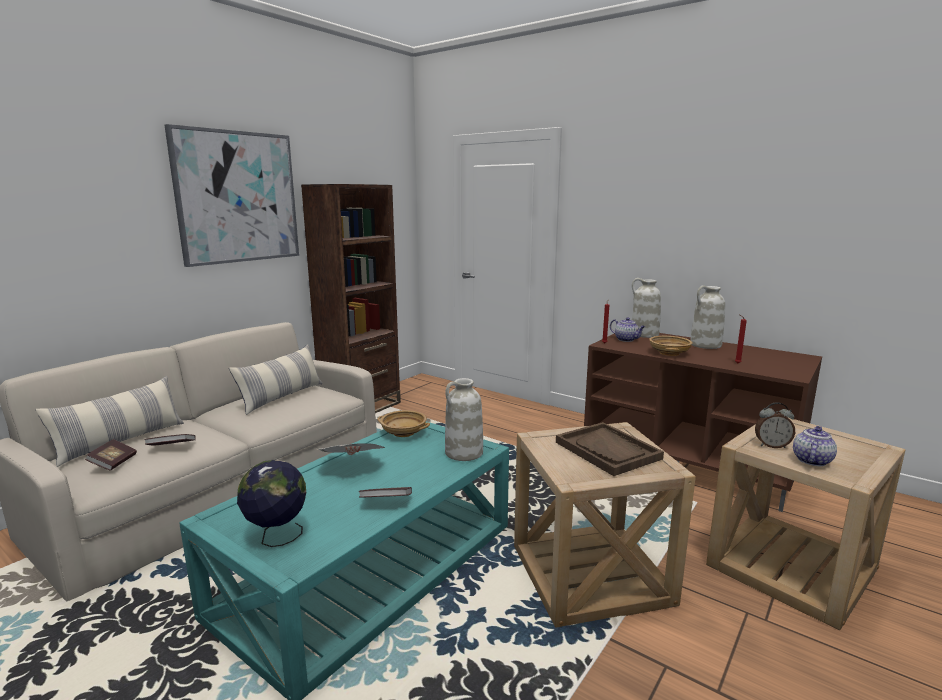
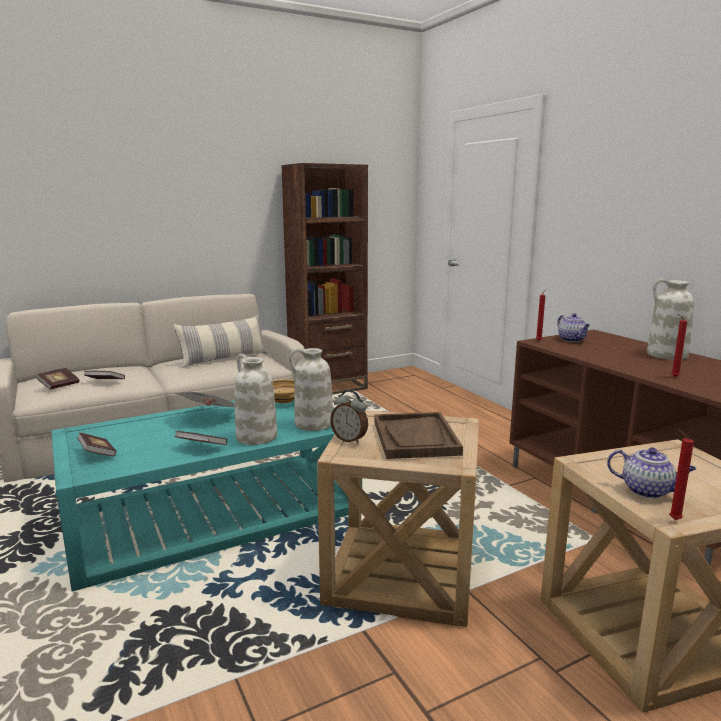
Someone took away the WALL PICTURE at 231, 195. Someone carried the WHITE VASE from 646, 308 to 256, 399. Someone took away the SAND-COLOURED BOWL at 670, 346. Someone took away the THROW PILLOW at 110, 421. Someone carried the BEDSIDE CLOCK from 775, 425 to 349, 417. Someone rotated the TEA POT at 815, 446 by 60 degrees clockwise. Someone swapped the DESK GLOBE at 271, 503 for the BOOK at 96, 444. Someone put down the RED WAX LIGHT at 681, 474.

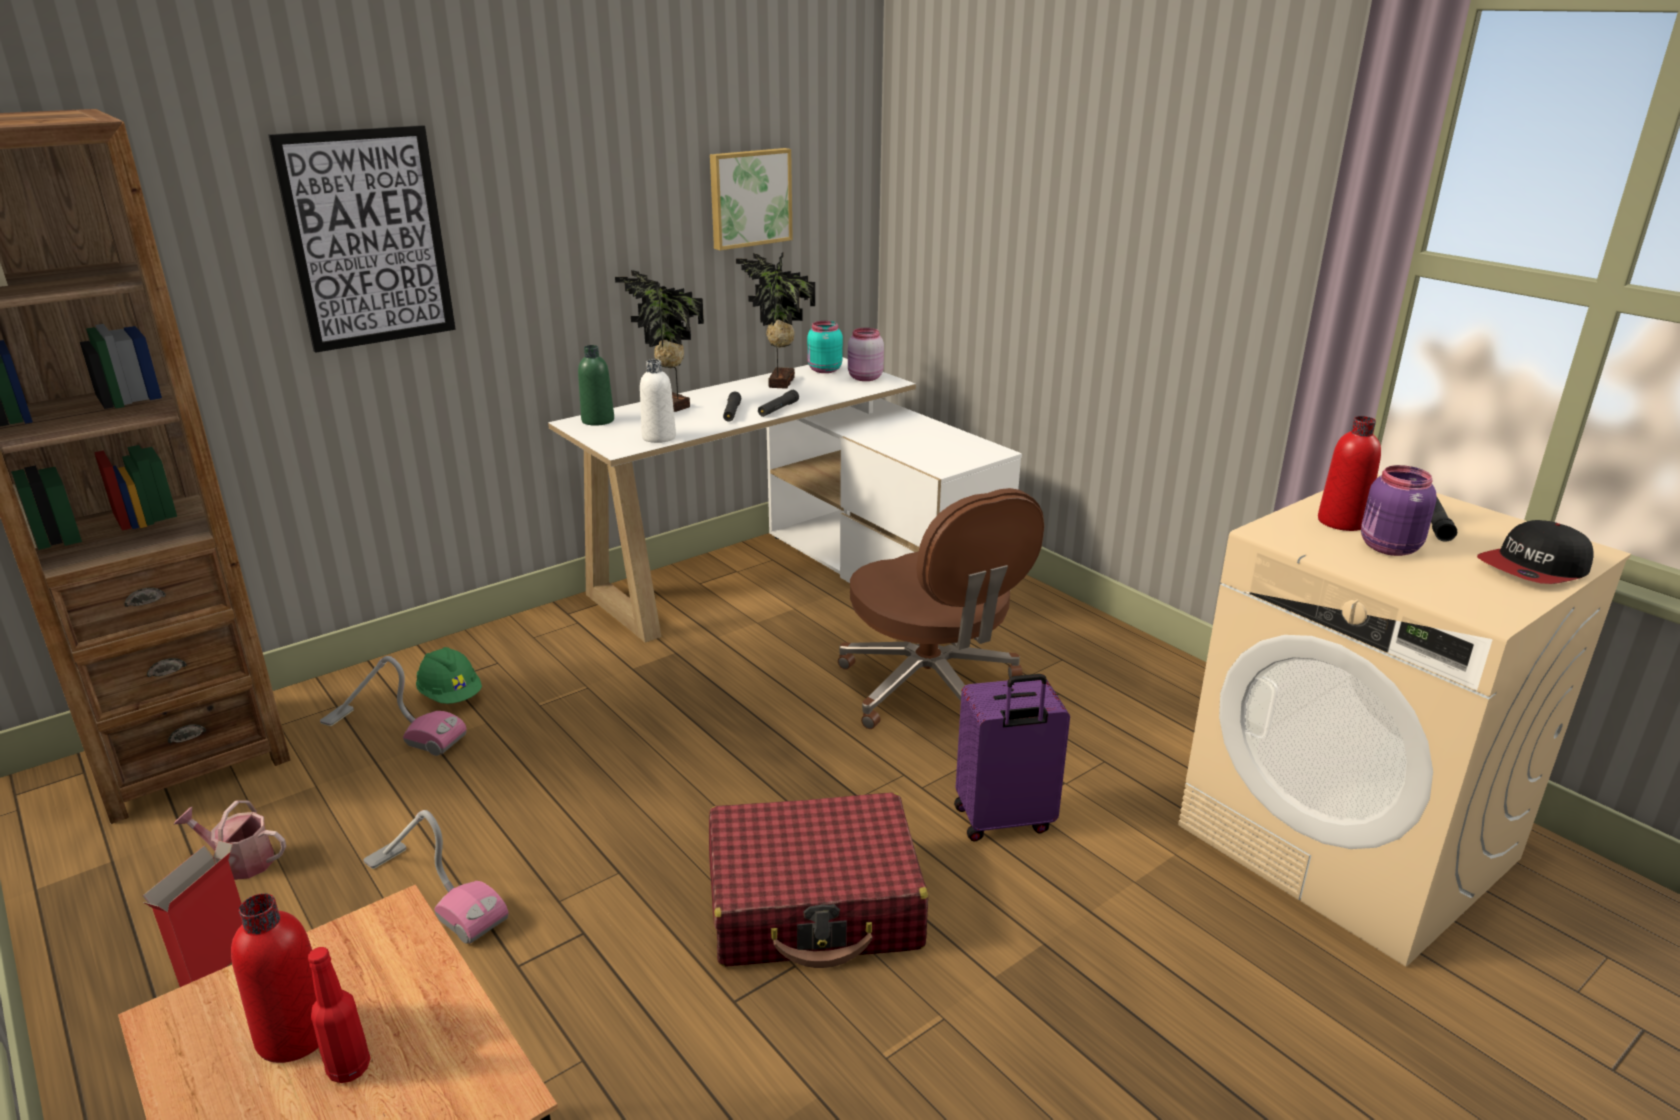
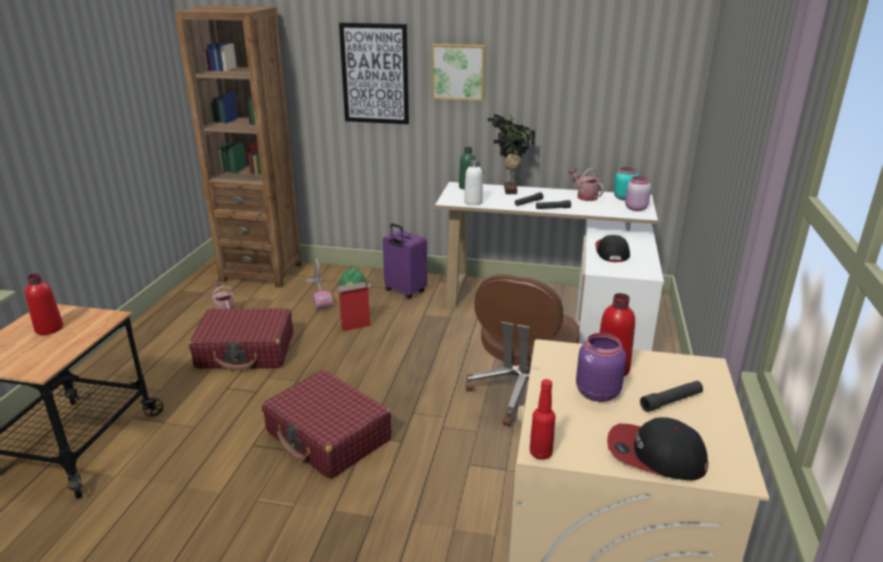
Someone carried the WALL PICTURE from 751, 199 to 458, 72. Someone swapped the HOUSEPLANT at 775, 321 for the WATERING POT at 586, 184. Someone carried the PURPLISH SUITCASE from 1012, 757 to 405, 261. Someone swapped the VACUUM CLEANER at 435, 877 for the RED SUITCASE at 241, 339. Someone carried the PACKING BOX from 192, 913 to 354, 306. Someone carried the RED DRINK BOTTLE from 339, 1015 to 543, 419. Someone put down the BASEBALL CAP at 612, 248.

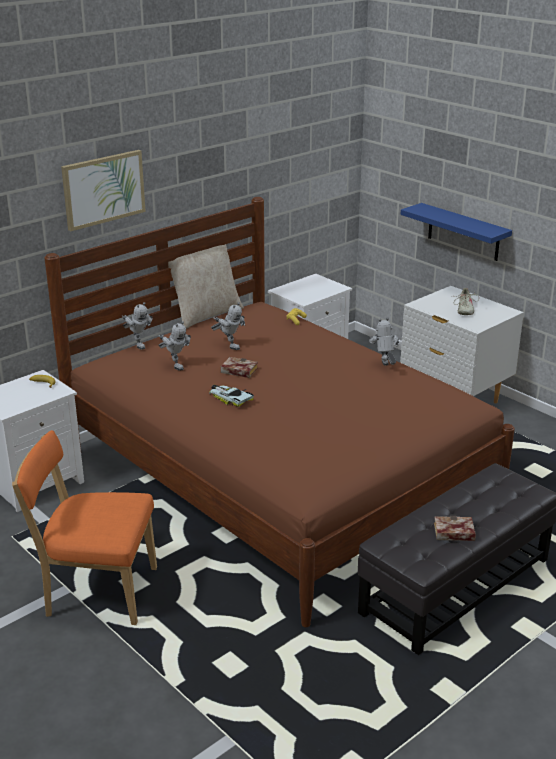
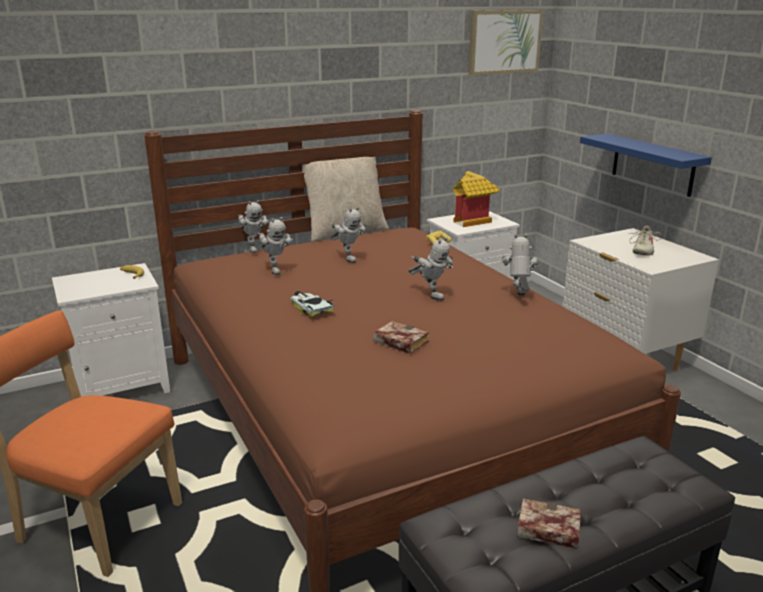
Someone carried the WALL PICTURE from 103, 190 to 506, 42. Someone carried the BOOK from 239, 367 to 401, 337. Someone put down the MINIATURE HOUSE at 476, 199. Someone put down the MODEL ROBOT at 430, 269.

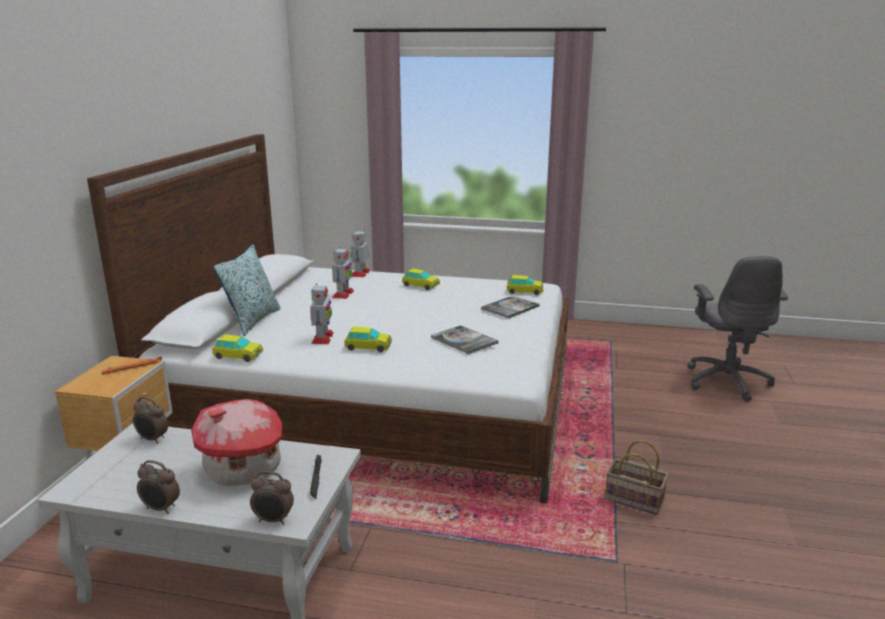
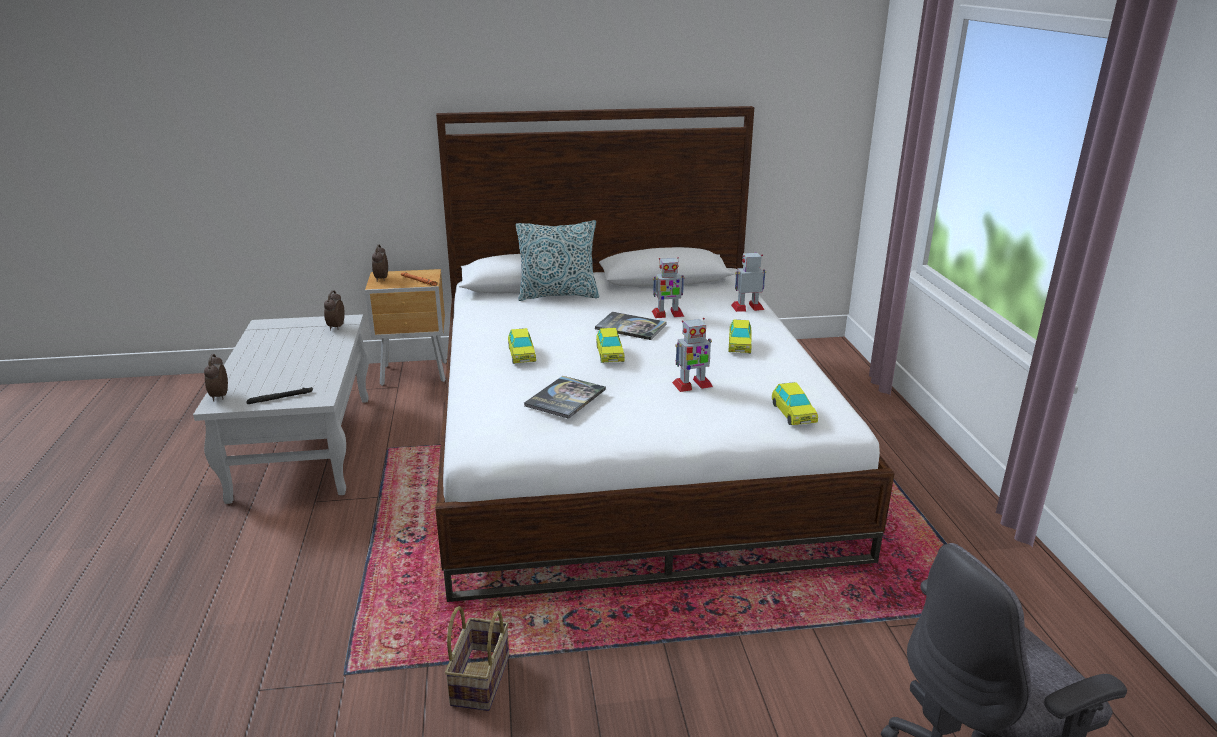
Someone carried the MODEL ROBOT from 322, 313 to 692, 355. Someone carried the BOOK from 510, 307 to 630, 326. Someone carried the TOY CAR from 237, 348 to 610, 345. Someone took away the MINIATURE HOUSE at 236, 442. Someone carried the BEDSIDE CLOCK from 158, 487 to 380, 263.

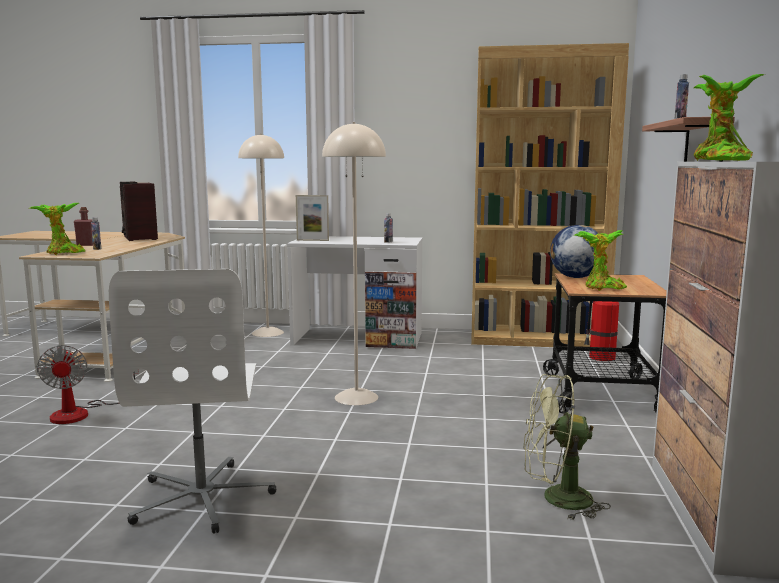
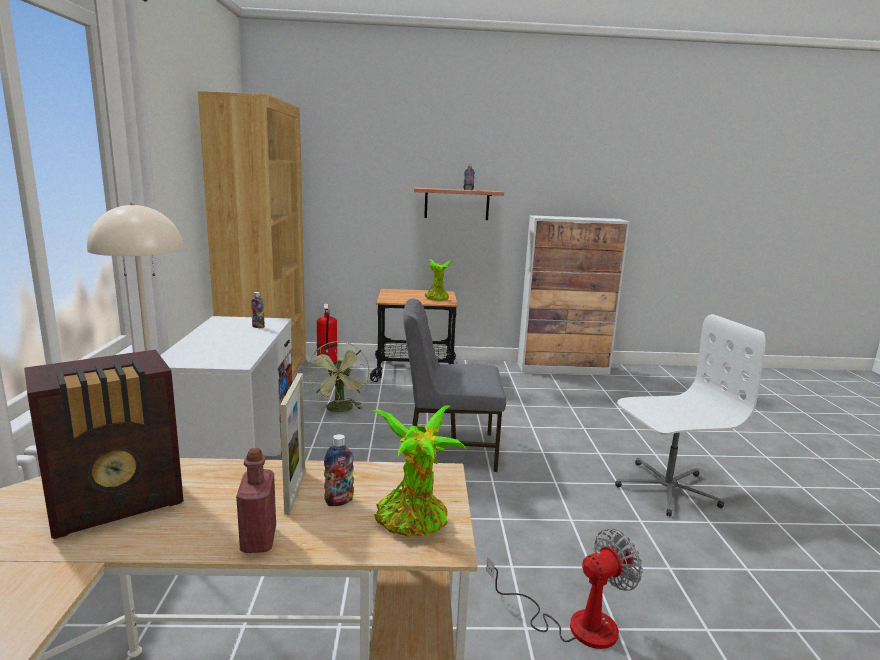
Someone took away the HOUSEPLANT at 730, 117. Someone swapped the SAND-COLOURED STANDING LAMP at 354, 263 for the GREYISH CHAIR at 454, 385. Someone carried the PHOTO FRAME from 312, 218 to 292, 444. Someone took away the DESK GLOBE at 574, 251. Someone carried the GREEN-COLOURED FAN from 567, 447 to 338, 376.

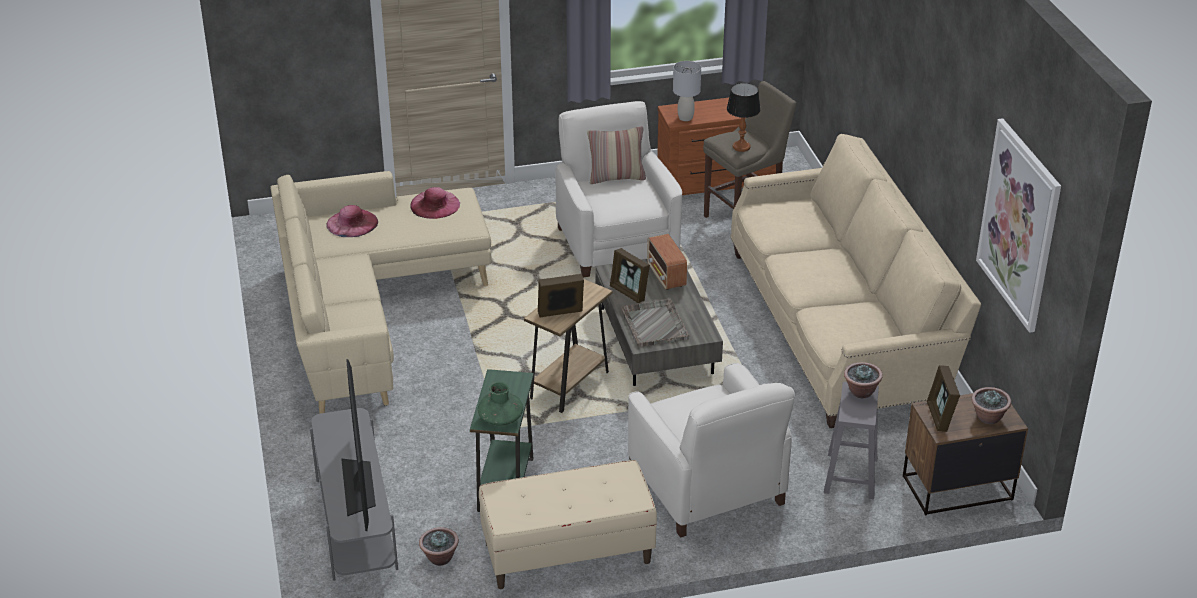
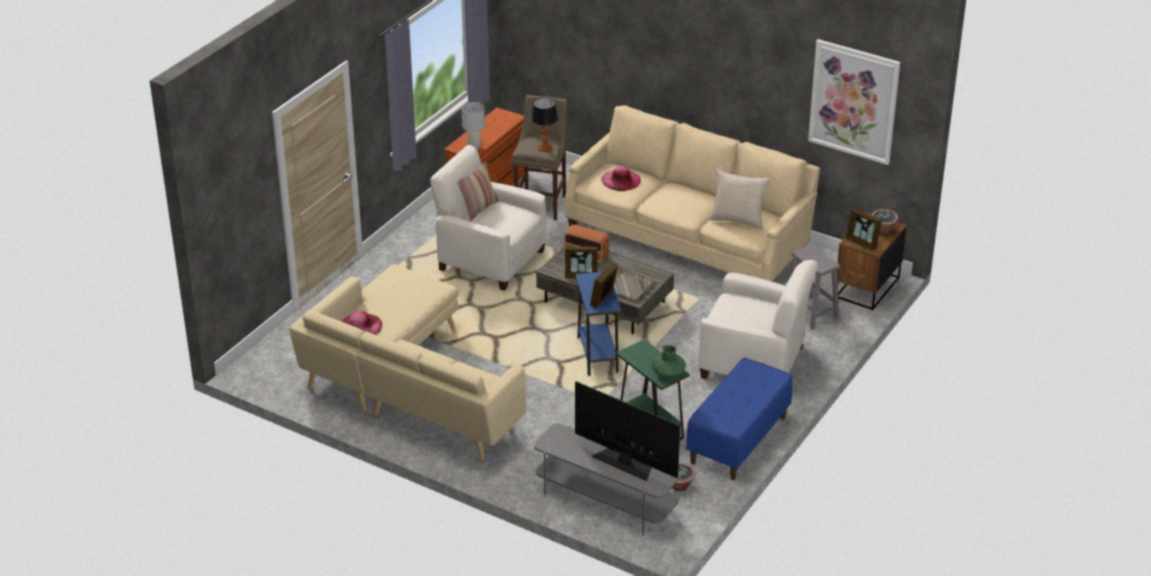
Someone carried the PINK HAT from 435, 203 to 621, 178. Someone repainted the BROWN-COLOURED END TABLE at 568, 346, which became the BLUE END TABLE at 599, 324. Someone took away the HOUSEPLANT at 863, 380. Someone repainted the SAND-COLOURED LONG SEAT at 568, 524, which became the BLUE LONG SEAT at 739, 419. Someone put down the SAND-COLOURED THROW PILLOW at 739, 199.

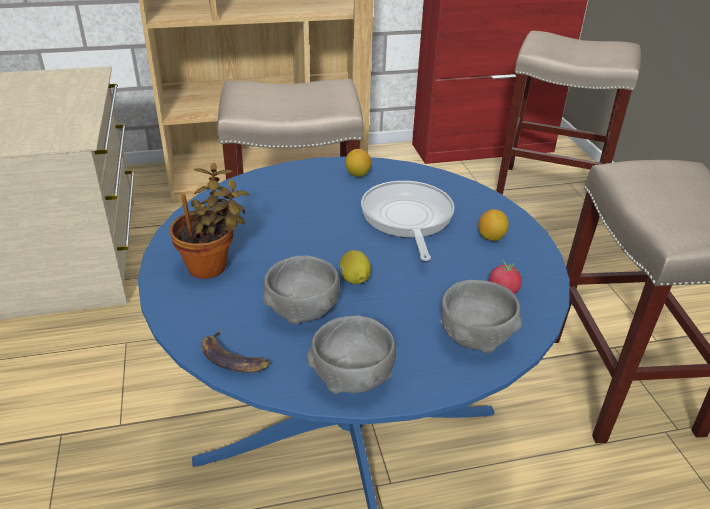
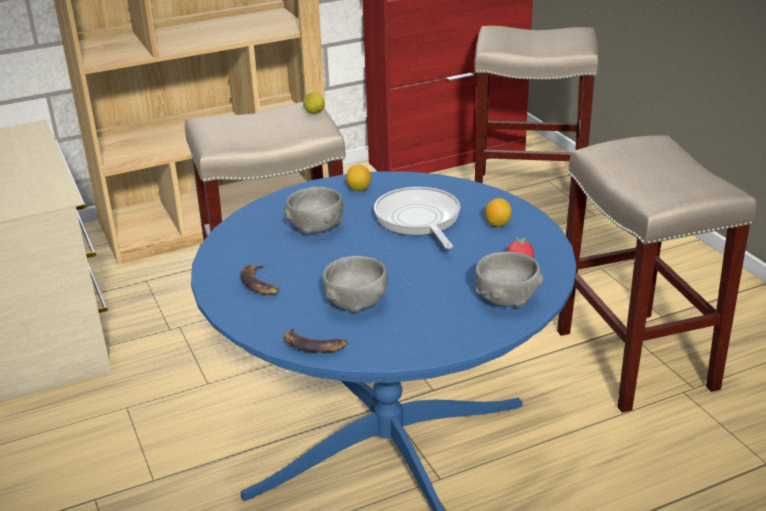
Someone swapped the HOUSEPLANT at 209, 221 for the WHOLE BANANA at 259, 279. Someone carried the LEMON from 355, 267 to 314, 103. Someone carried the GREYISH BOWL from 351, 354 to 313, 210.

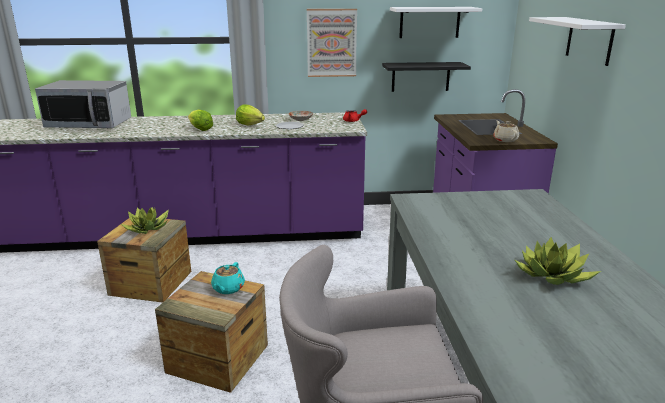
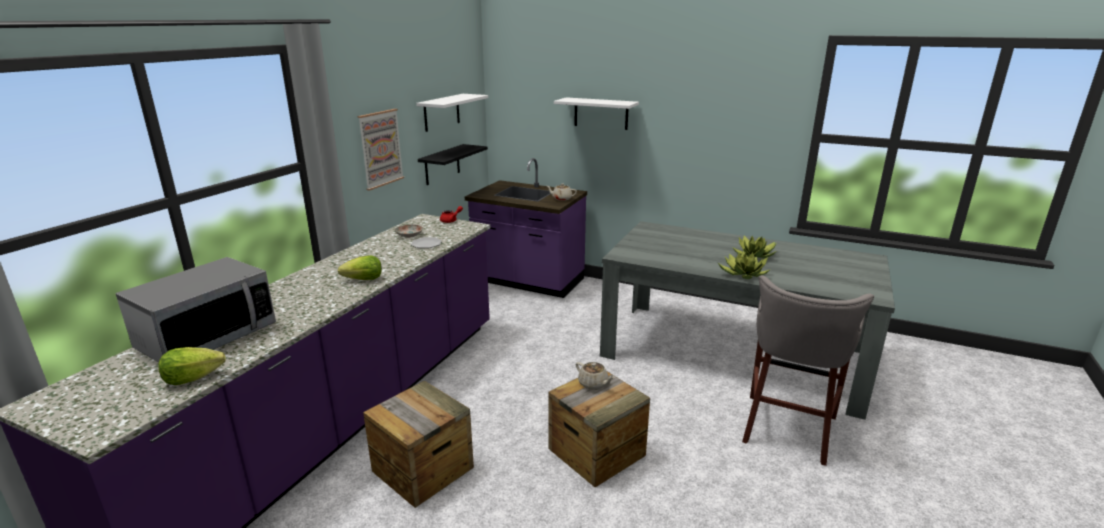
Someone carried the LETTUCE HEAD from 250, 115 to 192, 366. Someone carried the HOUSEPLANT from 145, 220 to 744, 265. Someone repainted the TURQUOISE TEA POT at 228, 278, which became the SAND-COLOURED TEA POT at 595, 376.

